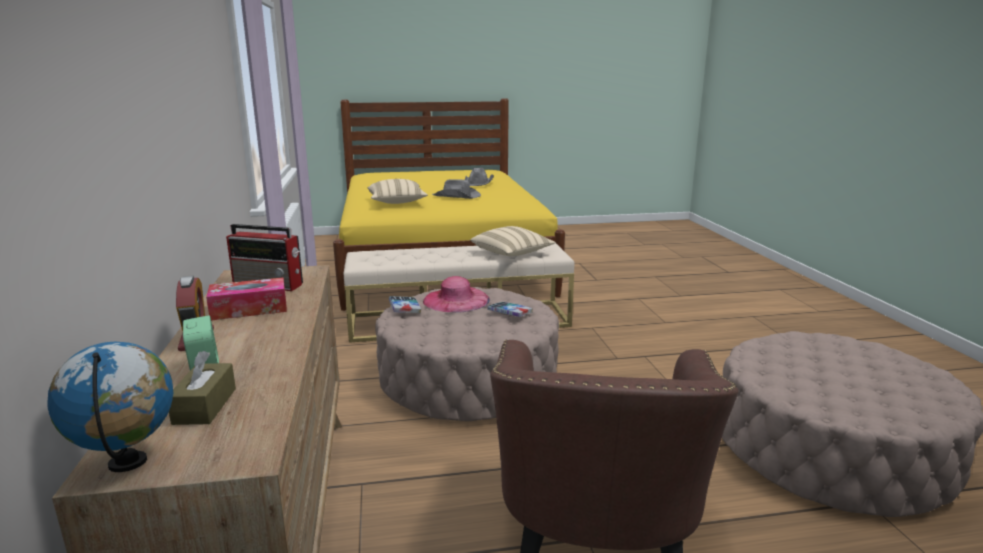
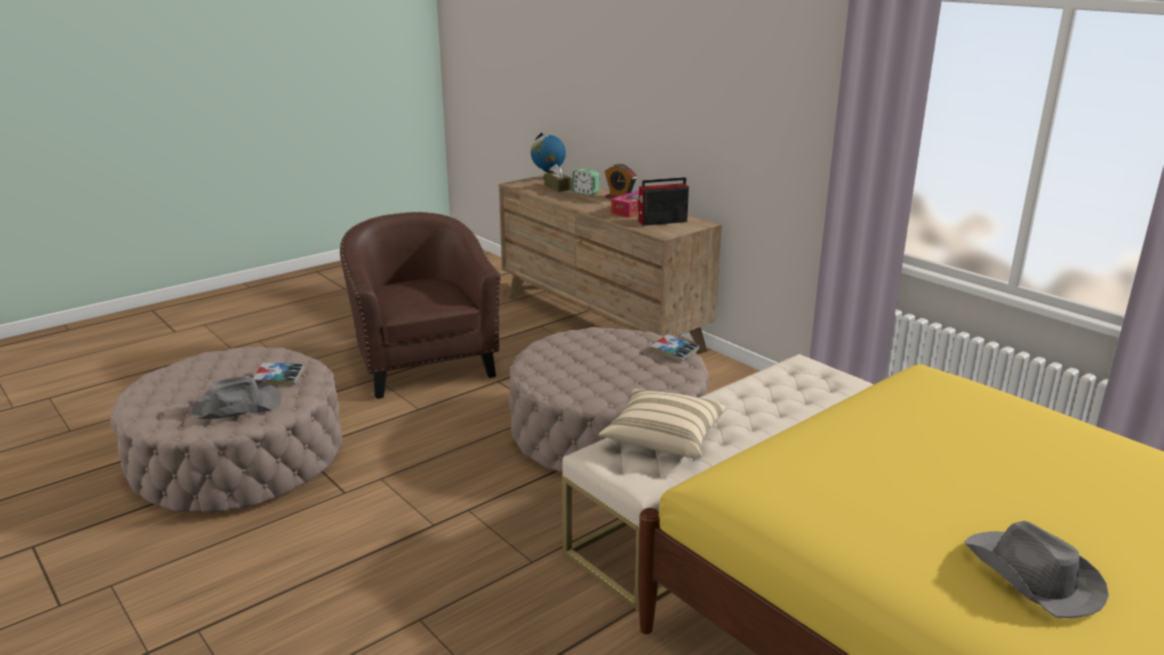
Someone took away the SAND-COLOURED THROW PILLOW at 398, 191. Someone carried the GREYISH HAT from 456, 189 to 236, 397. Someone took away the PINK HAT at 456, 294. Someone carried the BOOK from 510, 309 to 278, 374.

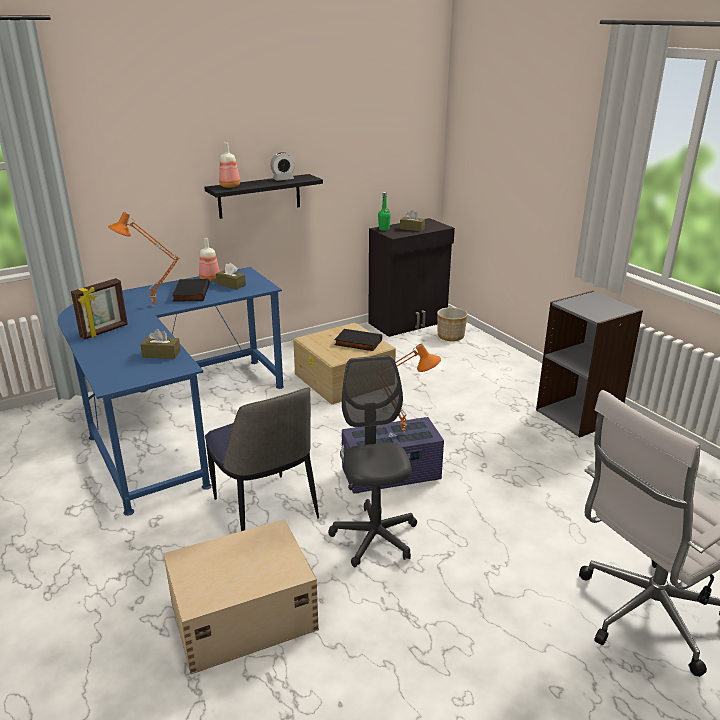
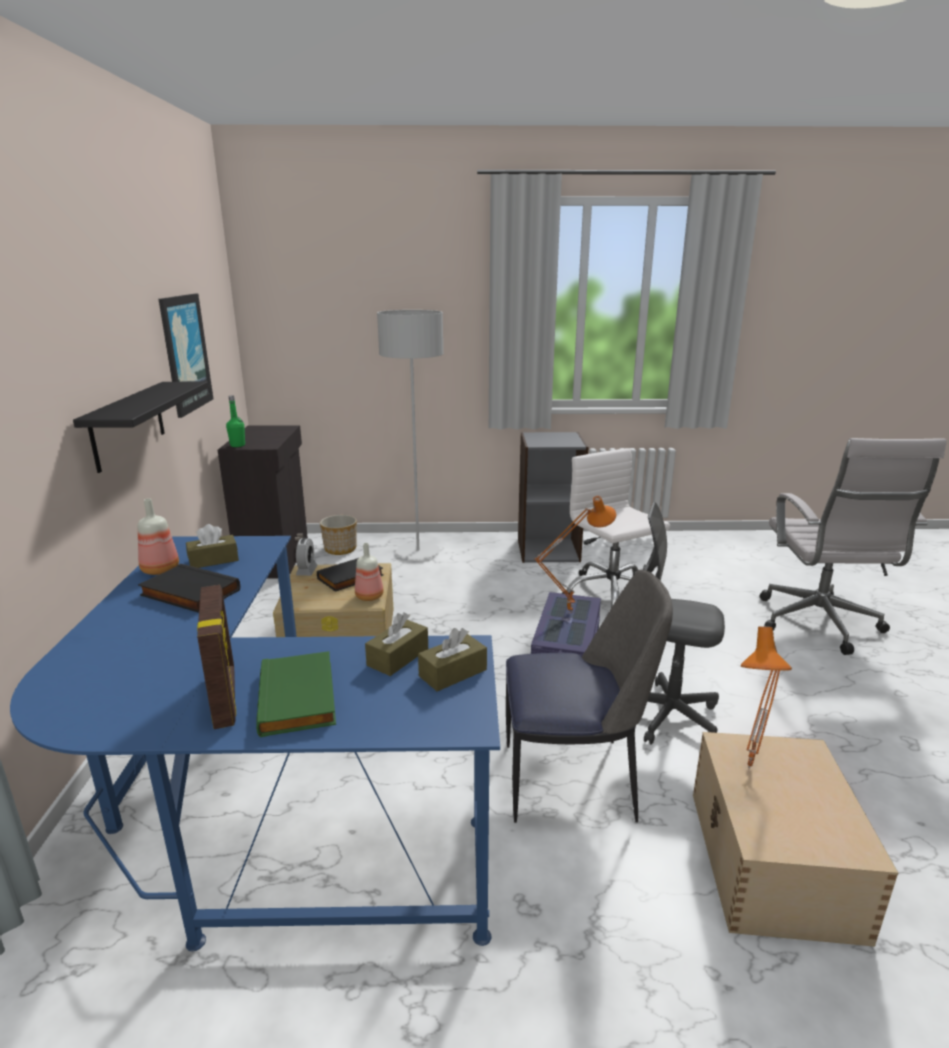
Someone carried the DRINK BOTTLE from 229, 165 to 369, 572. Someone carried the BEDSIDE CLOCK from 282, 166 to 307, 557. Someone carried the BROWN-COLOURED TISSUE HOLDER from 412, 221 to 452, 659. Someone carried the ORANGE-COLOURED TABLETOP LAMP from 144, 259 to 766, 698. Someone put up the WALL PICTURE at 185, 356. Someone put down the GREYISH STANDING LAMP at 410, 435. Someone put down the WHITE COMPUTER CHAIR at 616, 528. Someone put down the GREEN-COLOURED BOOK at 296, 694.

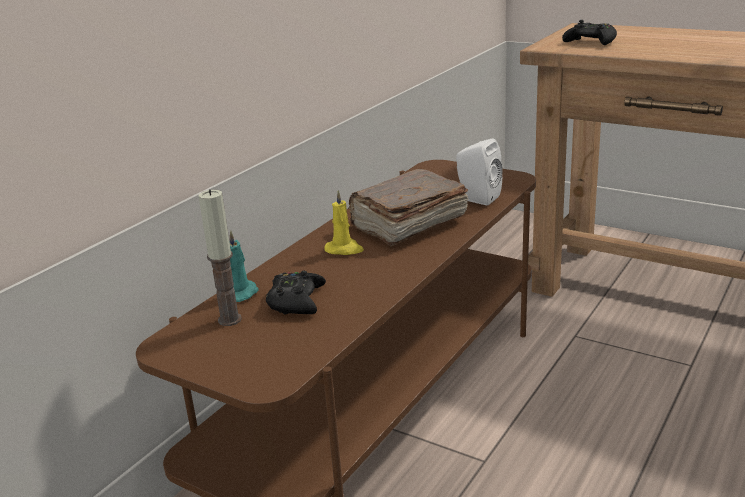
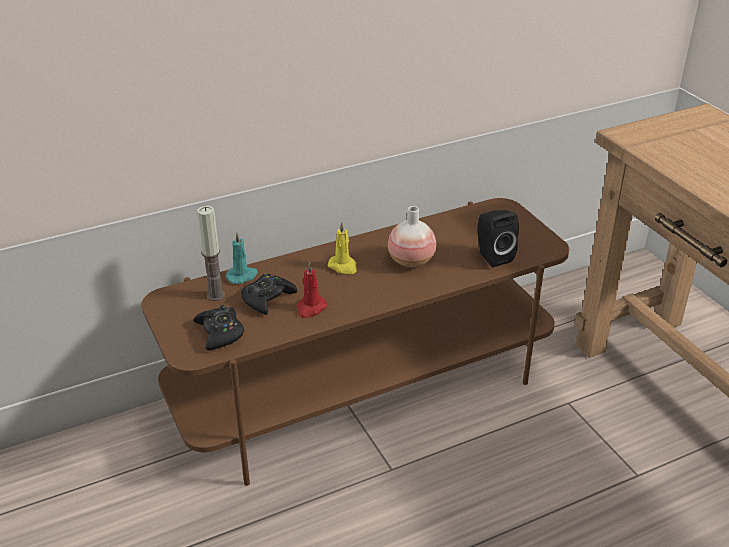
Someone carried the BLACKISH GAMEPAD from 589, 32 to 218, 327. Someone repainted the WHITE LOUDSPEAKER at 479, 171, which became the BLACKISH LOUDSPEAKER at 498, 238. Someone swapped the BROWN-COLOURED BOOK at 408, 208 for the VASE at 412, 237. Someone put down the RED WAX LIGHT at 312, 290.

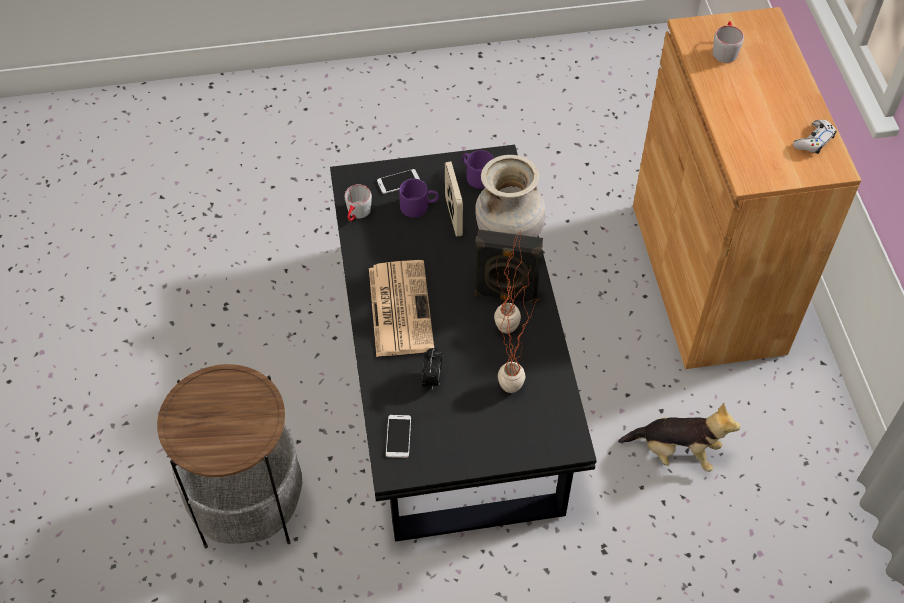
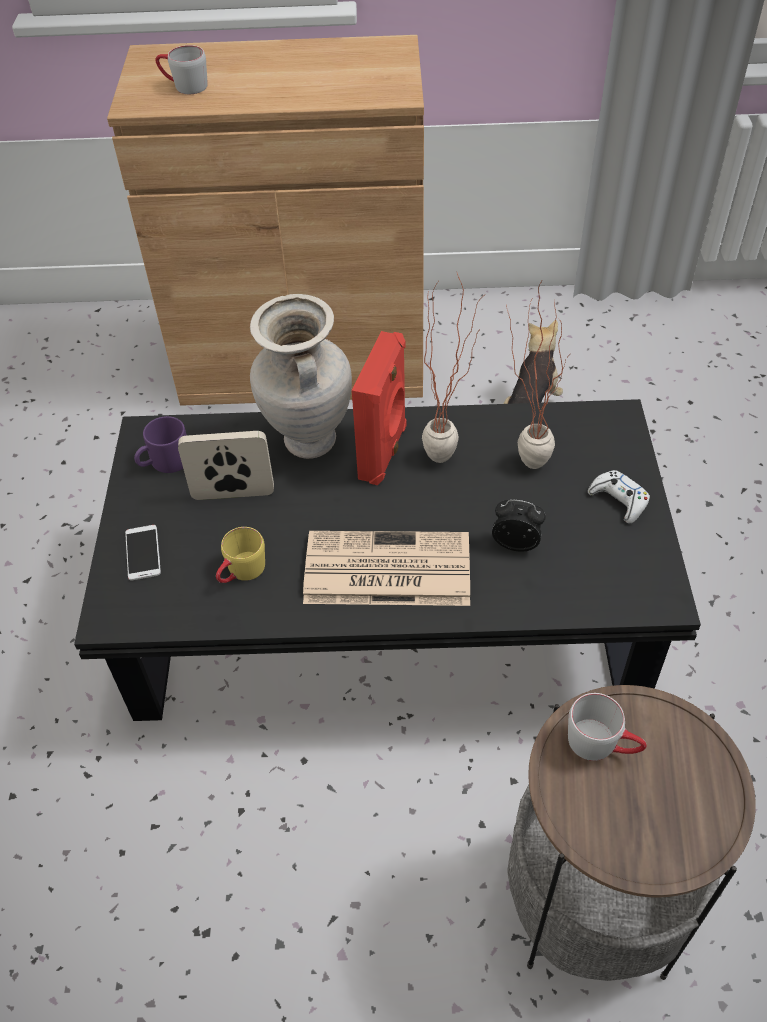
Someone carried the WHITE GAMEPAD from 814, 137 to 619, 497. Someone took away the PURPLISH MUG at 419, 198. Someone carried the GREYISH MUG from 358, 202 to 607, 727. Someone repainted the BLACKISH LOUDSPEAKER at 508, 266, which became the RED LOUDSPEAKER at 379, 408. Someone took away the PHONE at 398, 436. Someone put down the YELLOWISH MUG at 240, 555.

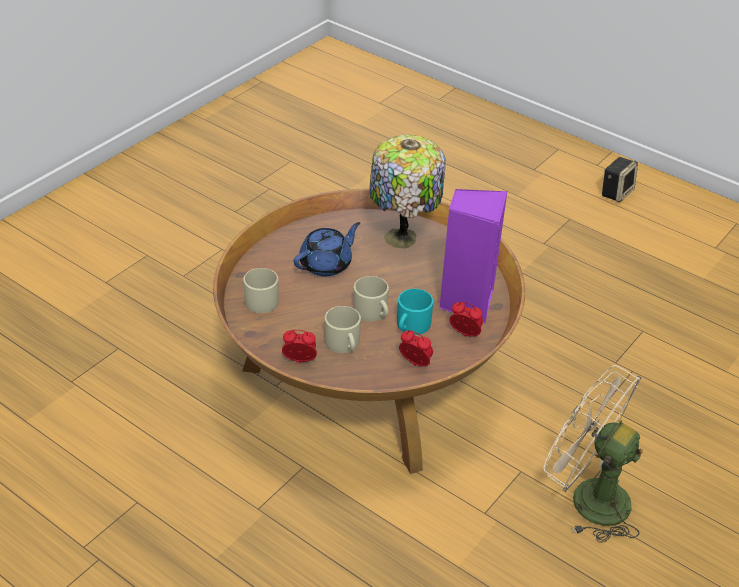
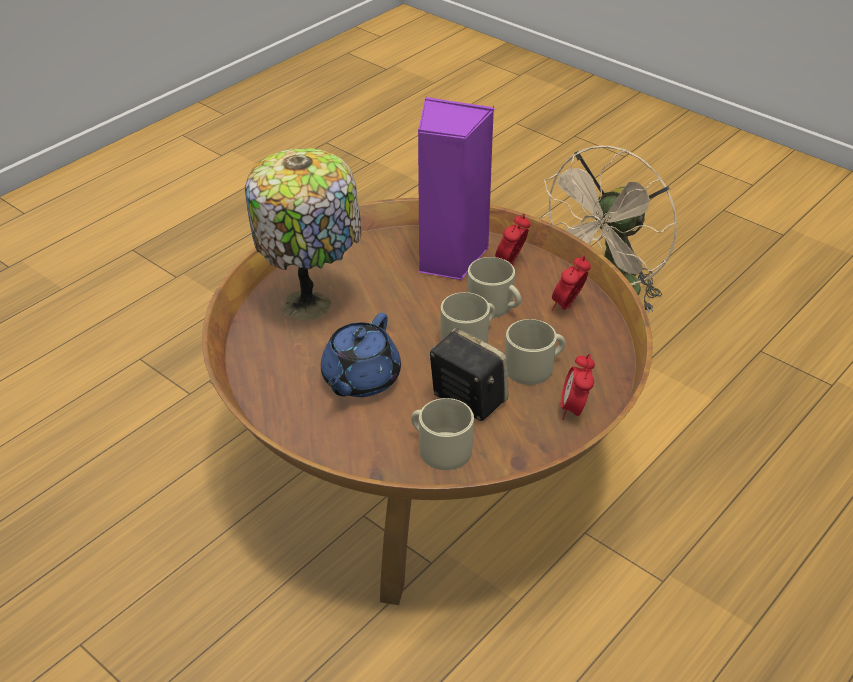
Someone carried the LOUDSPEAKER from 619, 179 to 469, 374. Someone rotated the BLUE TEA POT at 327, 249 by 120 degrees counterclockwise. Someone repainted the TURQUOISE MUG at 415, 312, which became the SAND-COLOURED MUG at 494, 287.

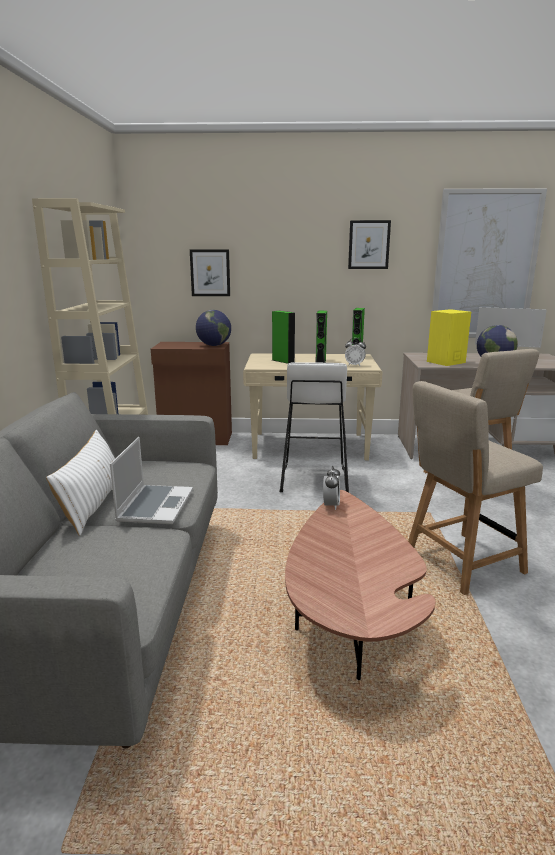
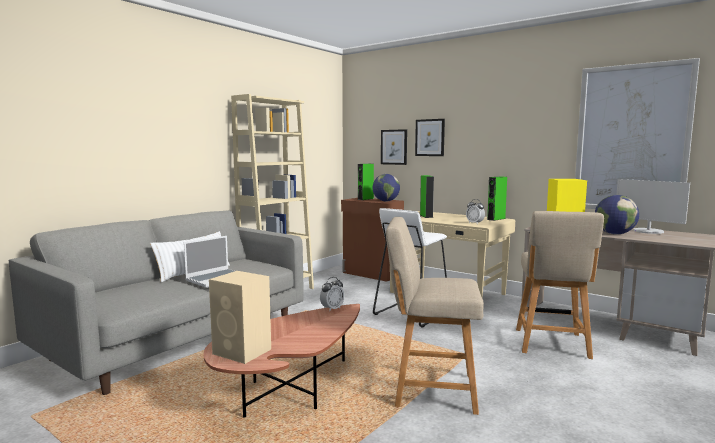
Someone carried the WALL PICTURE from 369, 244 to 430, 137. Someone carried the GREEN-COLOURED LOUDSPEAKER from 321, 337 to 366, 182. Someone put down the SAND-COLOURED LOUDSPEAKER at 240, 317.

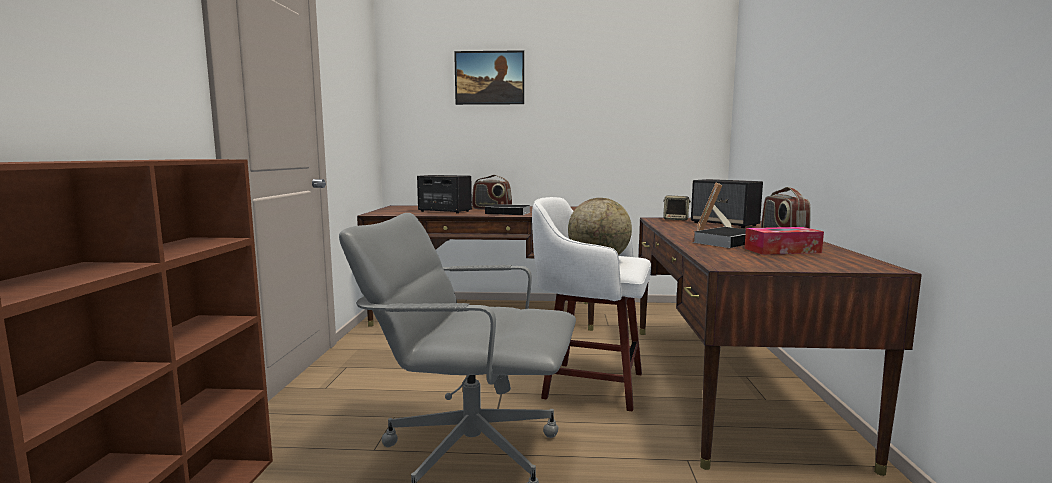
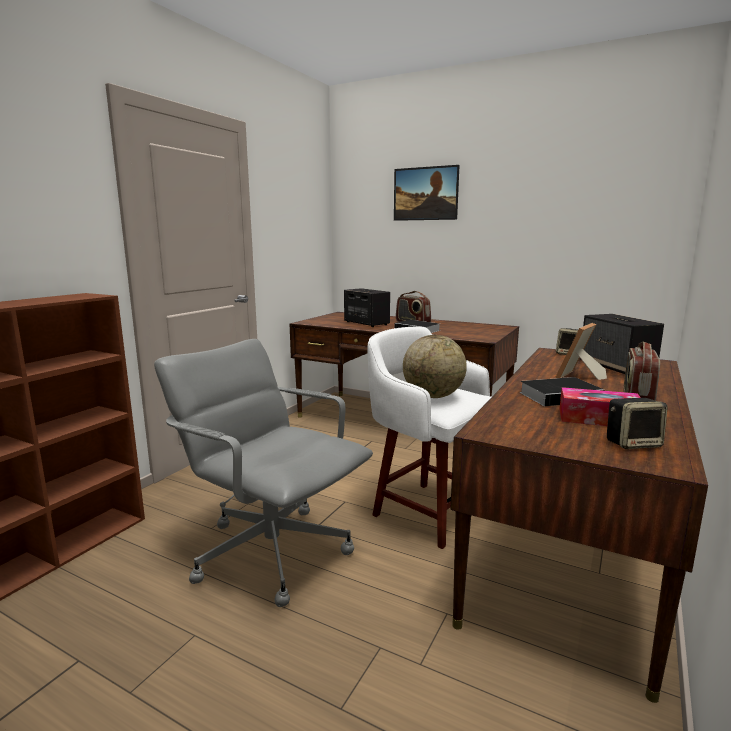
Someone put down the LOUDSPEAKER at 637, 423.

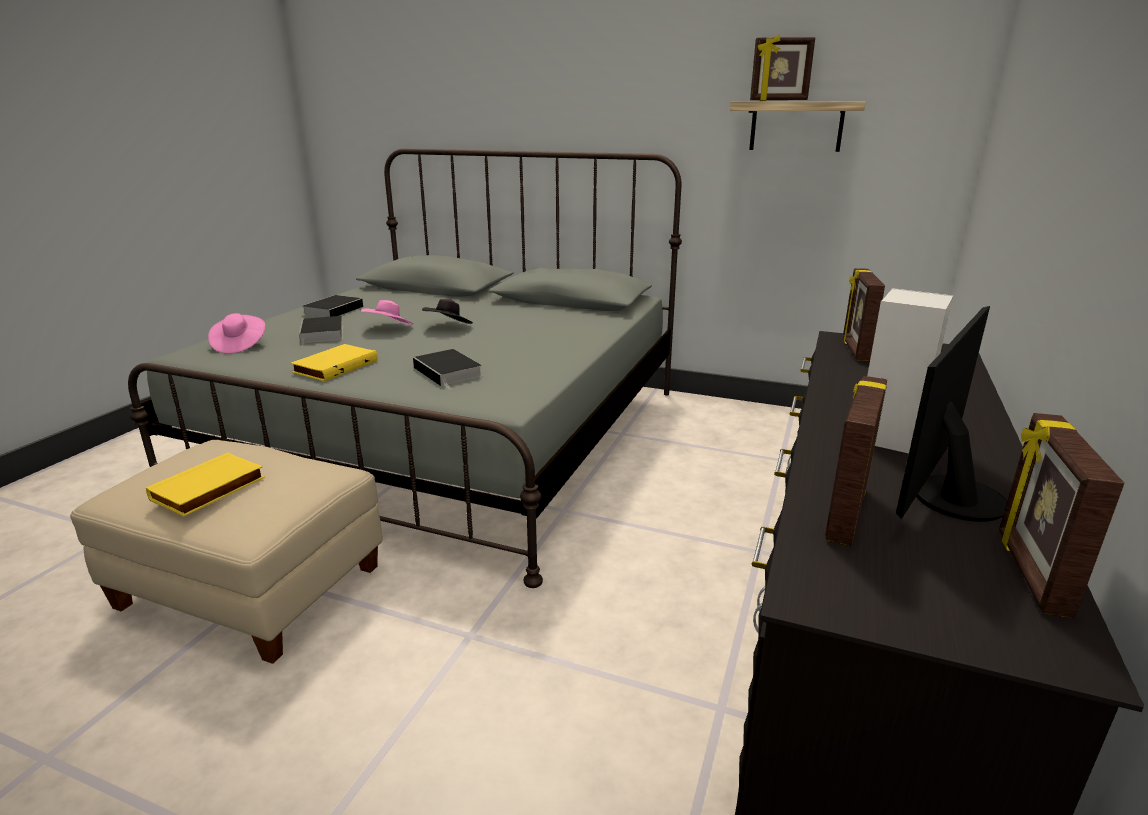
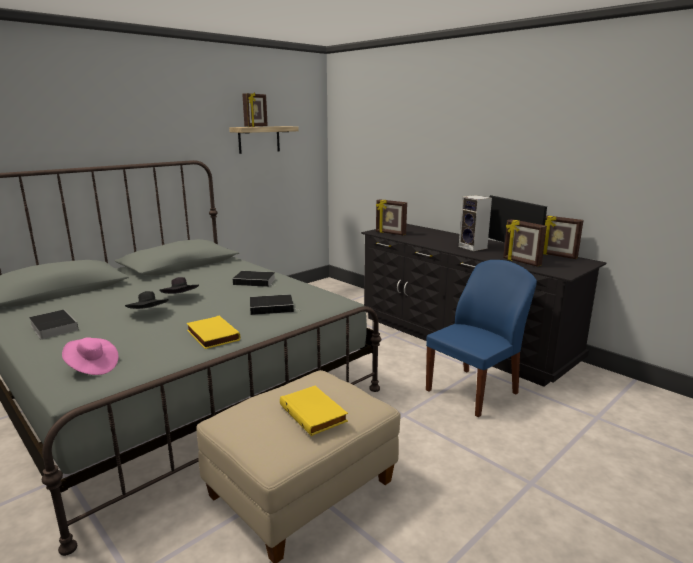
Someone repainted the PINK HAT at 387, 312, which became the BLACKISH HAT at 147, 300. Someone carried the BOOK from 321, 331 to 254, 279. Someone put down the BLUE CHAIR at 481, 338.

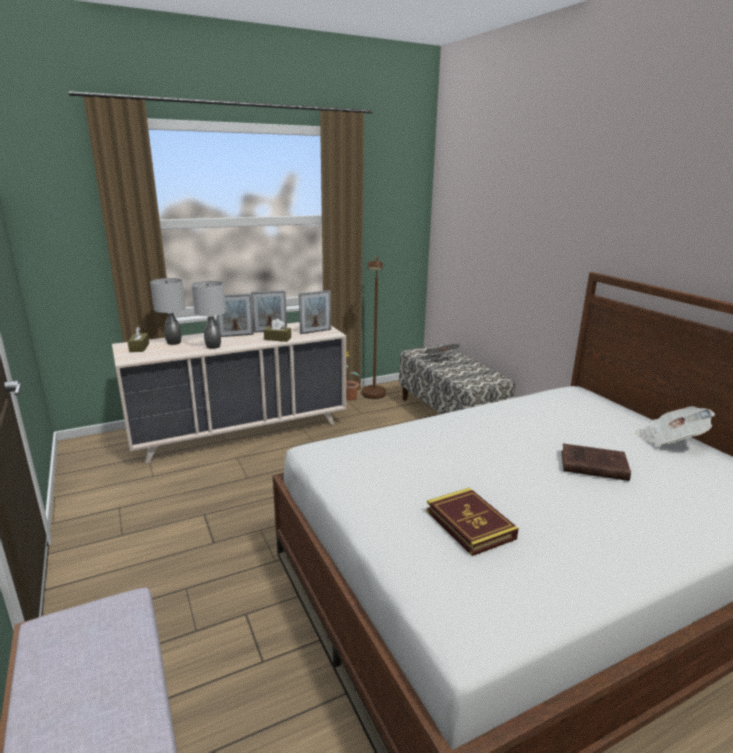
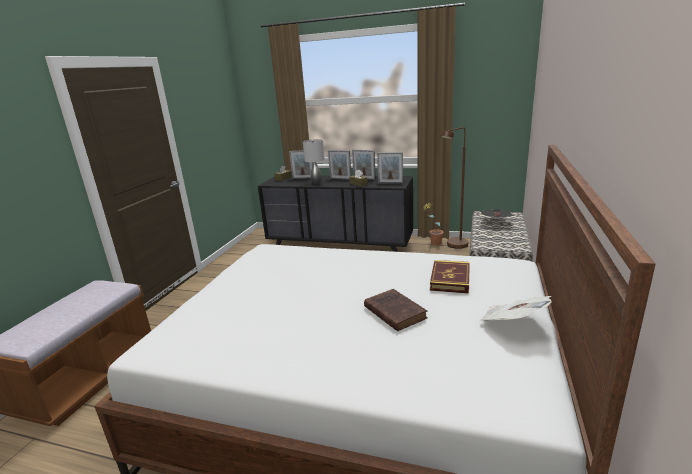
Someone swapped the GREYISH TABLETOP LAMP at 168, 311 for the PHOTO FRAME at 301, 164. Someone repainted the SAND-COLOURED DRAWER CHEST at 229, 393, which became the BLACKISH DRAWER CHEST at 335, 213. Someone carried the BOOK from 472, 522 to 450, 277.

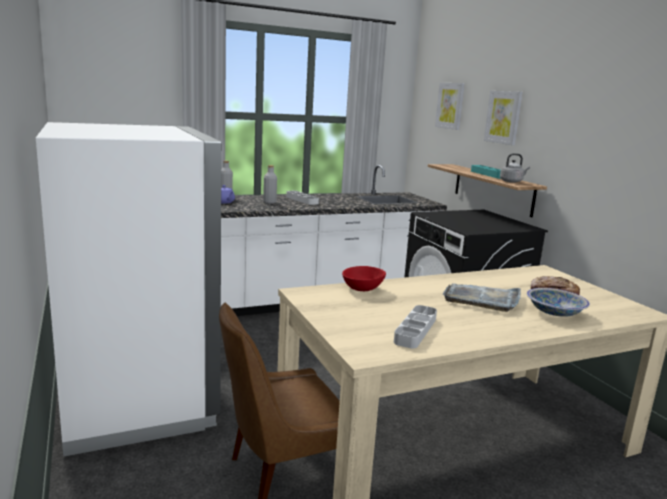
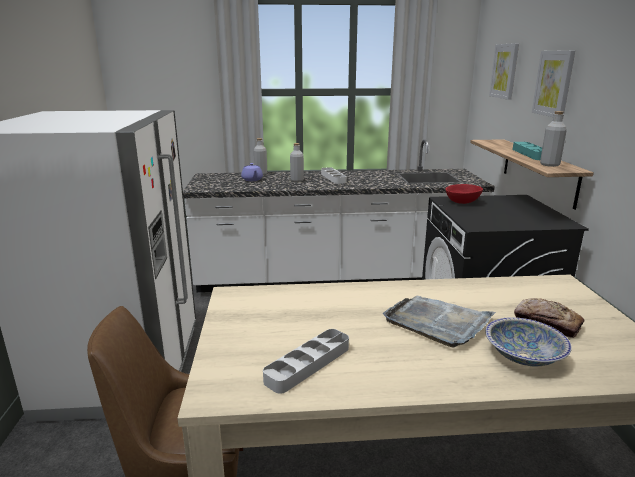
Someone swapped the GREYISH WATER KETTLE at 515, 168 for the GREYISH DRINK BOTTLE at 553, 139. Someone carried the RED BOWL from 364, 278 to 464, 194.

